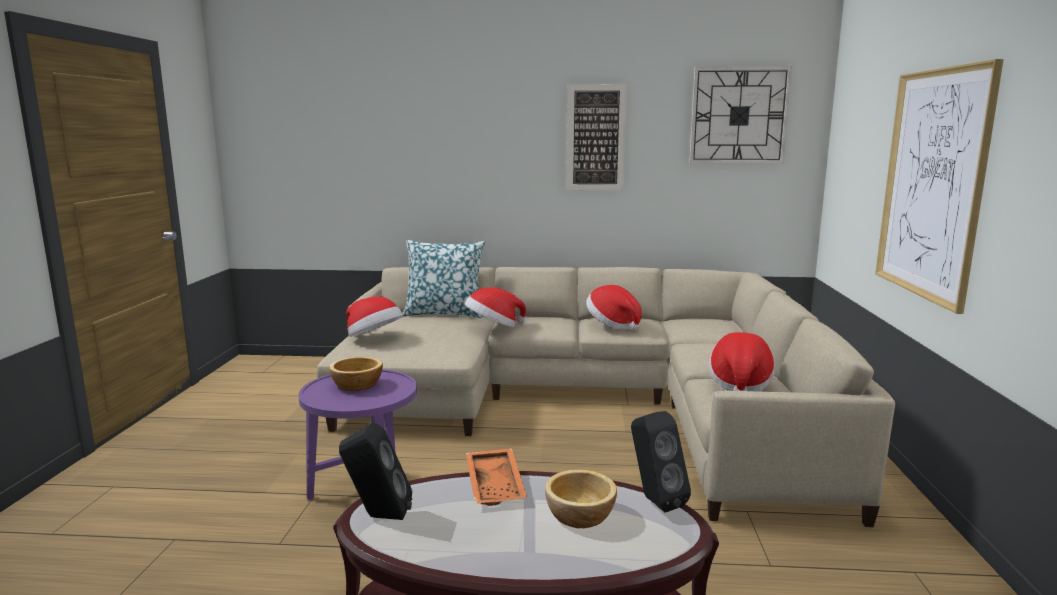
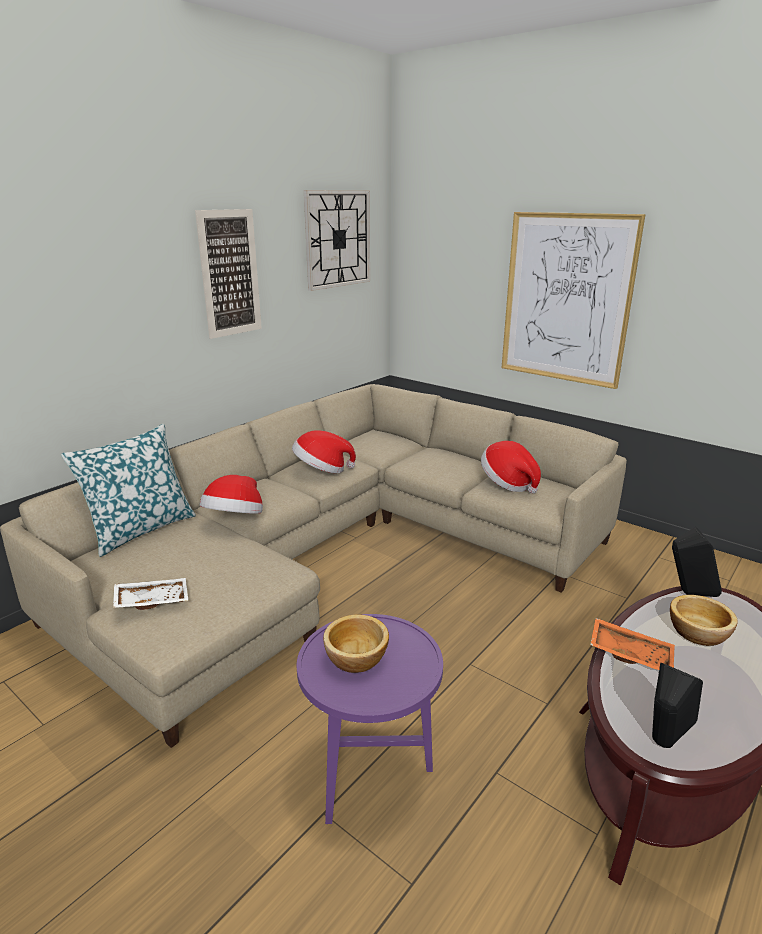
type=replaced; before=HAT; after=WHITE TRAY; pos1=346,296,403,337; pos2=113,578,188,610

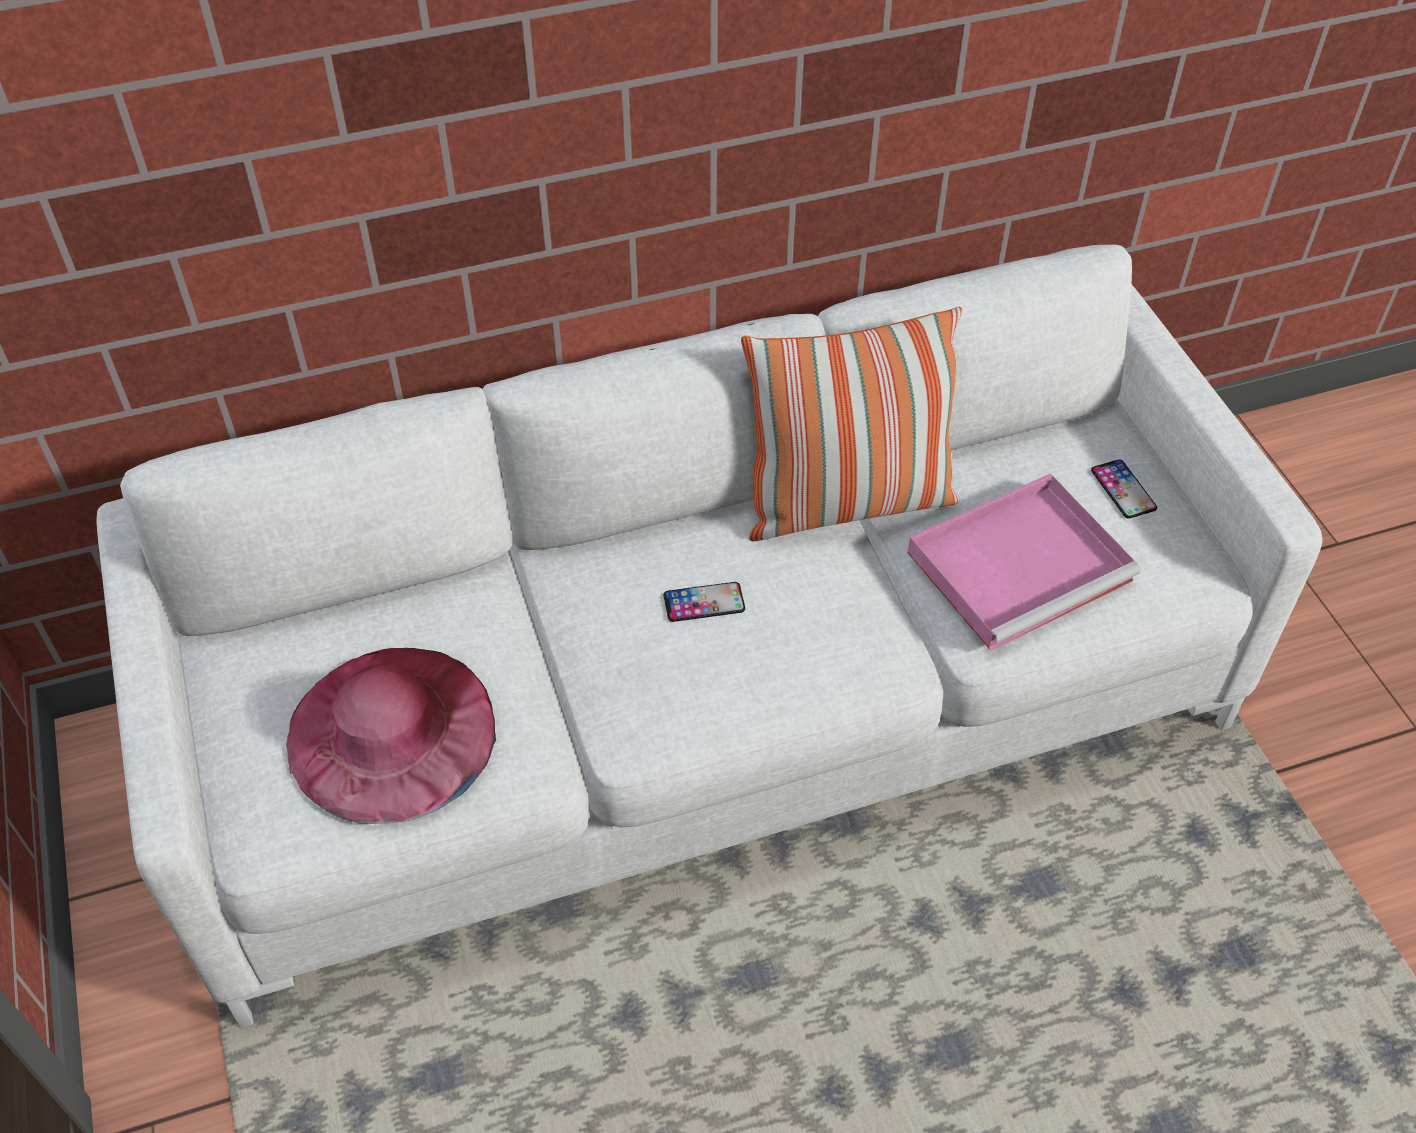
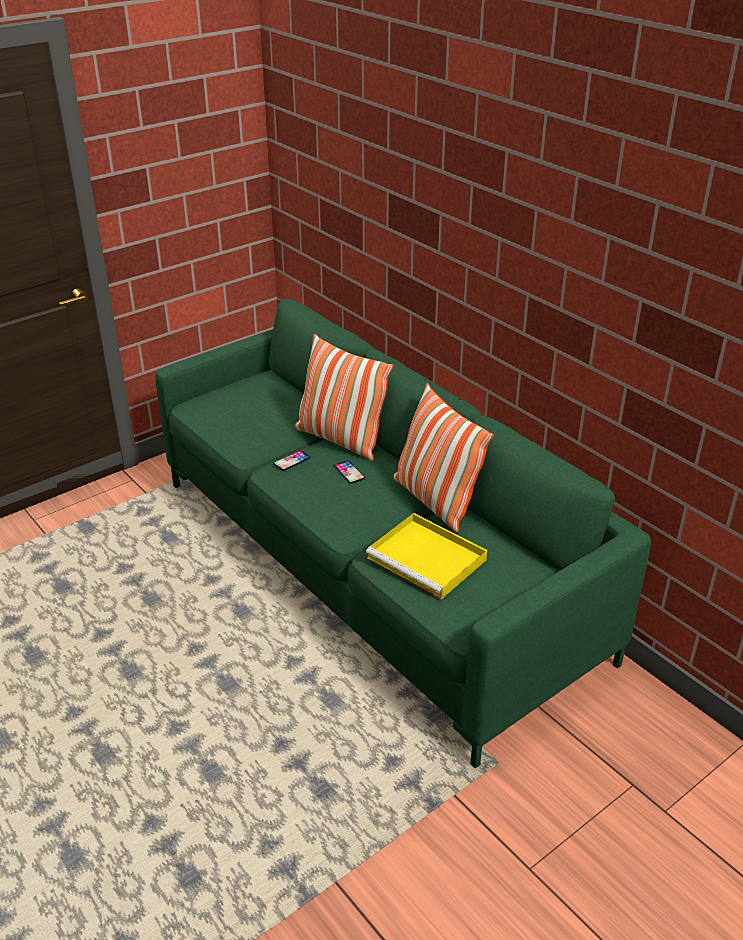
type=recoloured; before=WHITE SOFA; after=GREEN SOFA; pos1=96,245,1323,1028; pos2=155,299,651,768
type=removed; before=PINK HAT; pos1=286,648,496,824
type=recoloured; before=PINK TRAY; after=YELLOW TRAY; pos1=907,473,1140,651; pos2=366,513,487,599
type=moved; before=PHONE; pos1=1091,459,1157,519; pos2=273,450,311,471
type=added; after=PILLOW; pos2=294,334,394,461

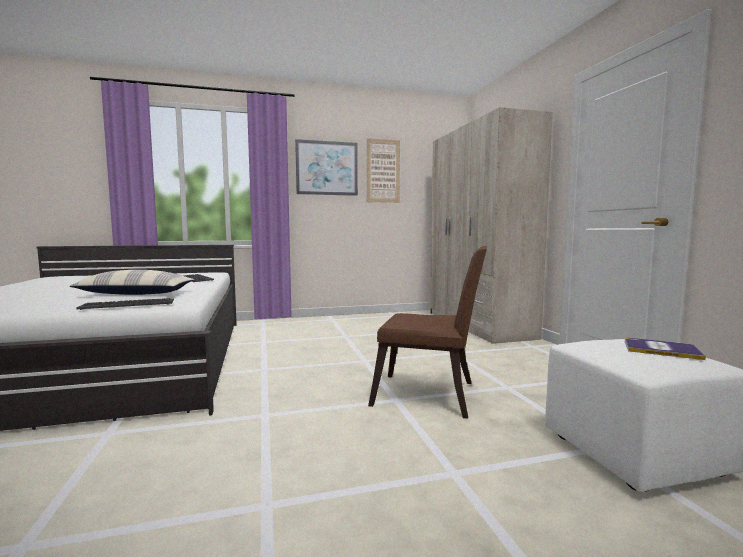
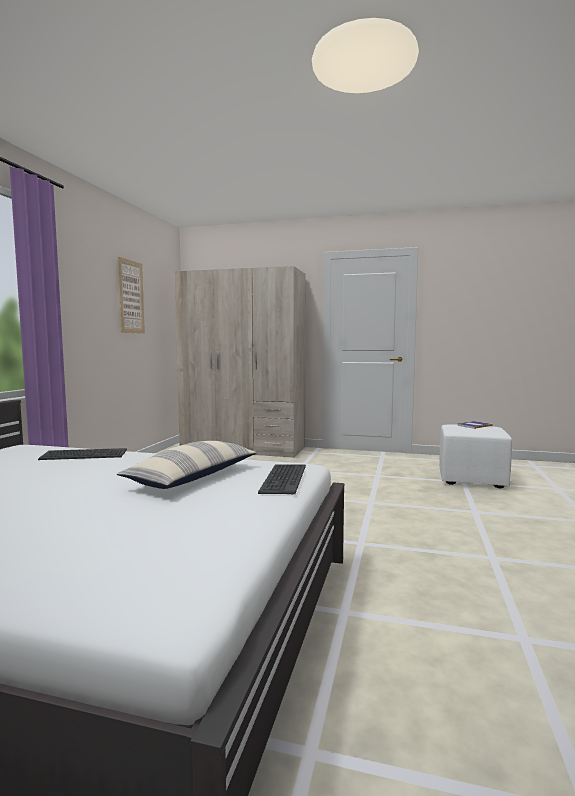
type=removed; before=PICTURE; pos1=295,139,358,196
type=removed; before=BROWN CHAIR; pos1=368,246,487,419

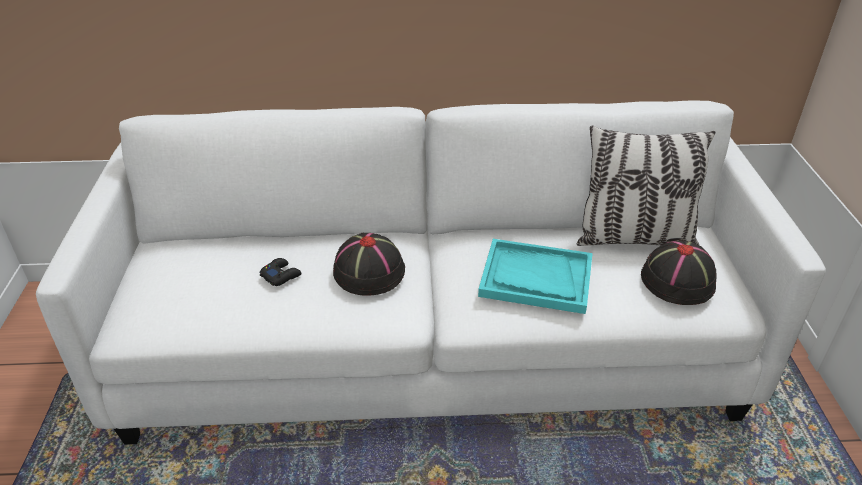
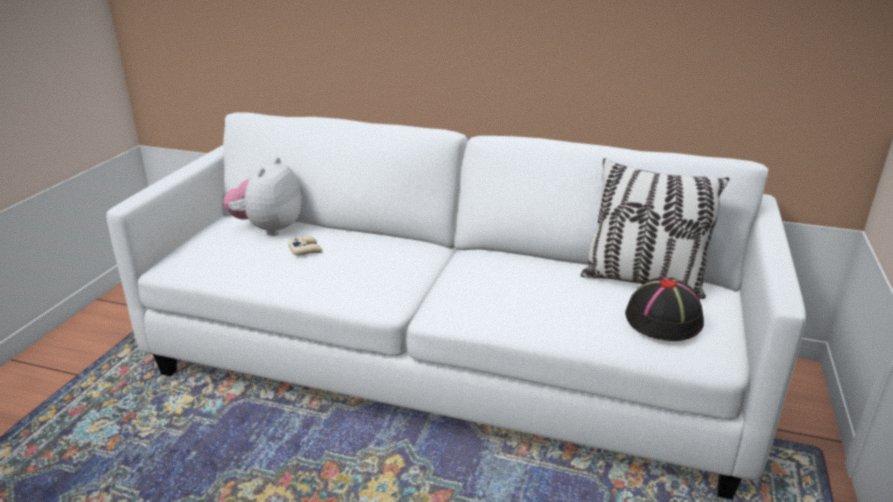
type=recoloured; before=BLACK GAME CONTROLLER; after=BEIGE GAME CONTROLLER; pos1=259,258,302,286; pos2=288,236,323,256
type=removed; before=BLACK HAT; pos1=333,233,405,296
type=removed; before=TURQUOISE TRAY; pos1=478,239,593,314
type=added; after=PLUSH TOY; pos2=223,157,302,236

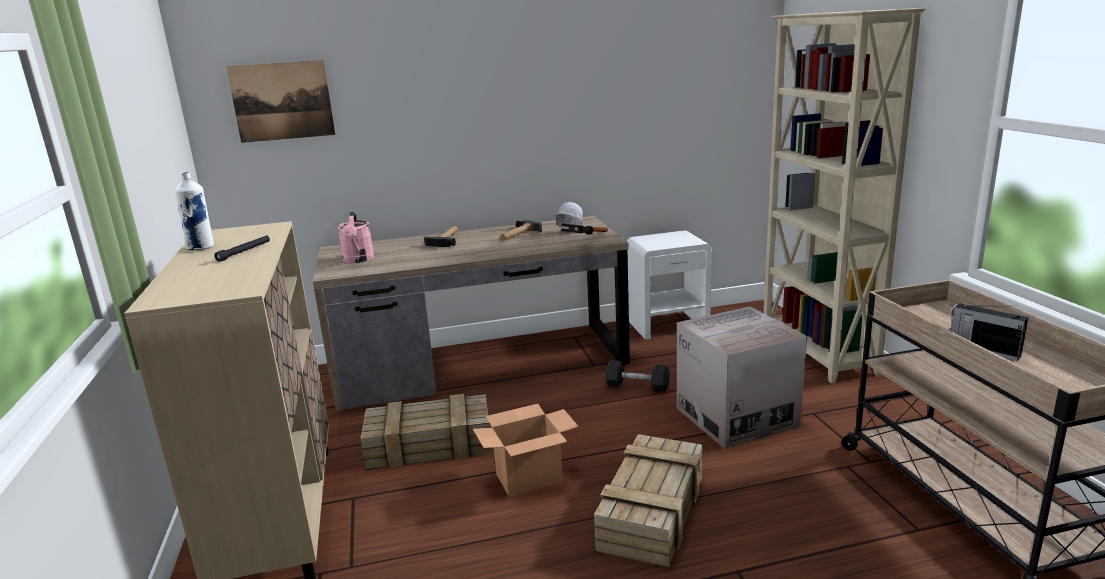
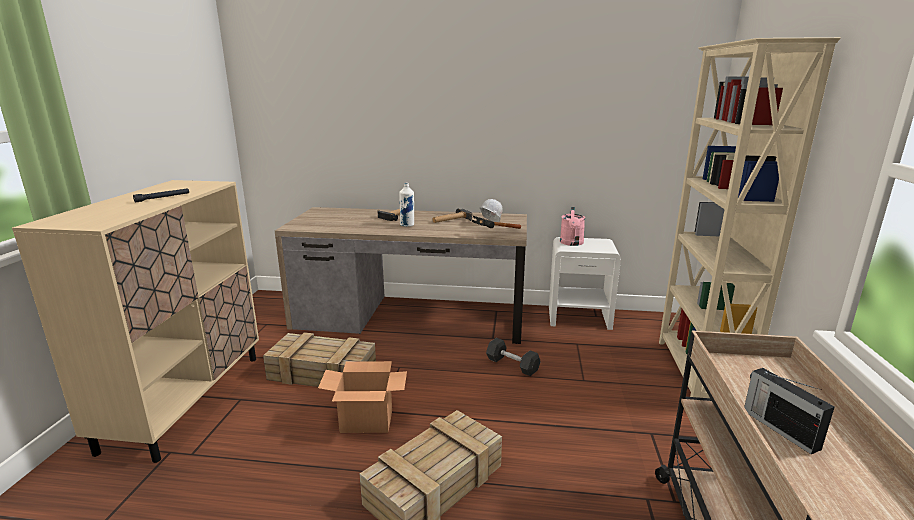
type=moved; before=WHITE BOTTLE; pos1=174,172,214,250; pos2=399,183,414,227
type=removed; before=PICTURE; pos1=226,60,335,143
type=moved; before=PINK WATERING CAN; pos1=337,212,375,263; pos2=560,207,585,246
type=removed; before=CARDBOARD BOX; pos1=677,307,807,449

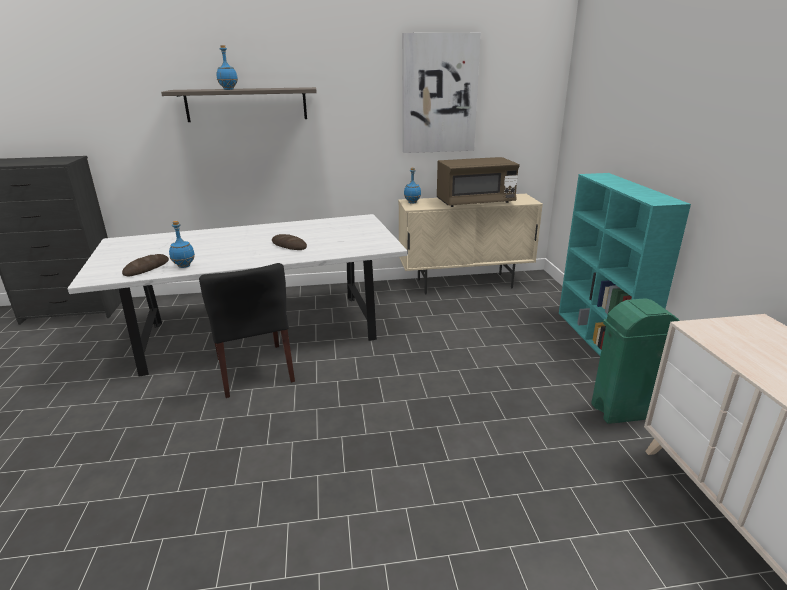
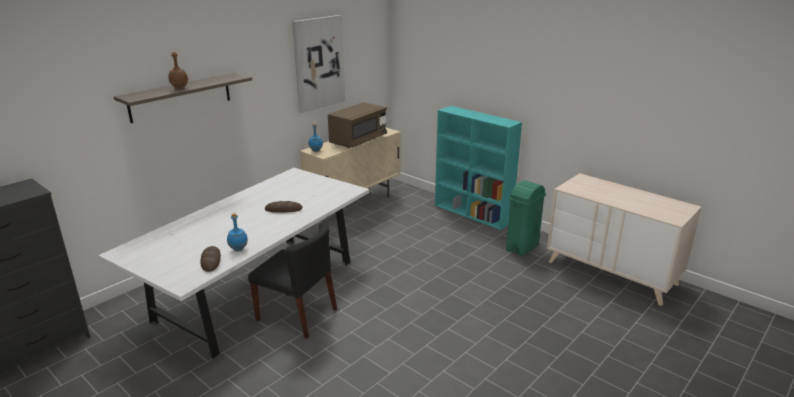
type=recoloured; before=BLUE BOTTLE; after=BROWN BOTTLE; pos1=216,45,238,90; pos2=168,52,188,90

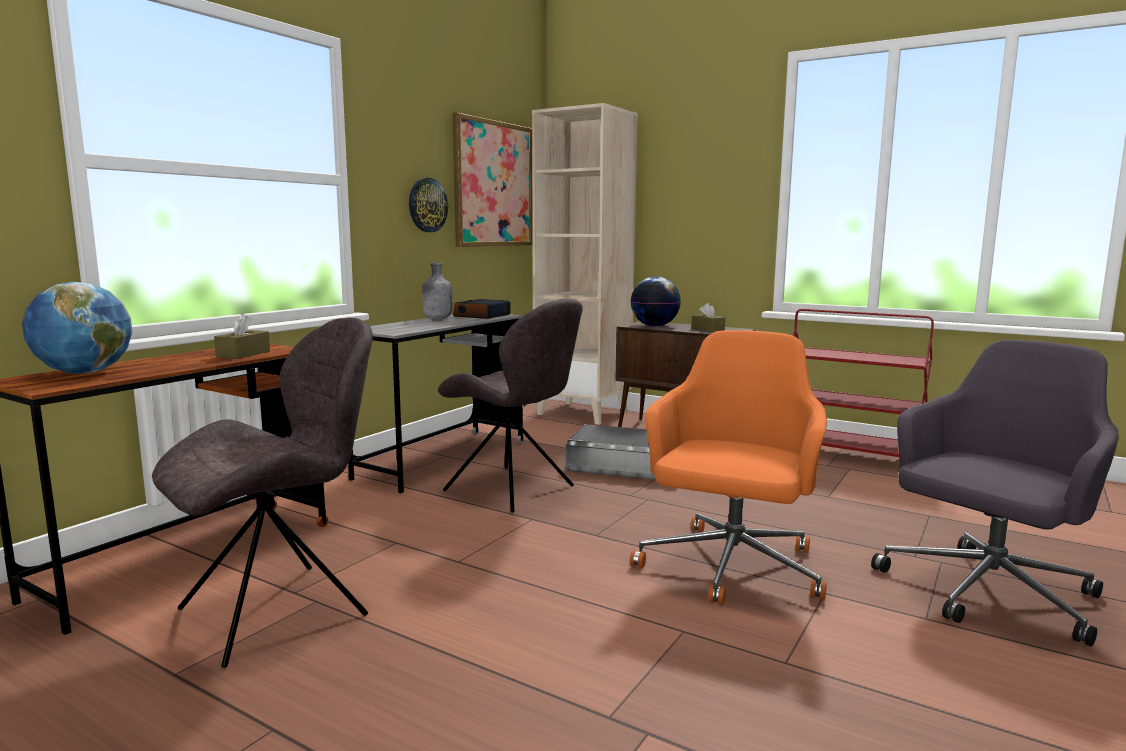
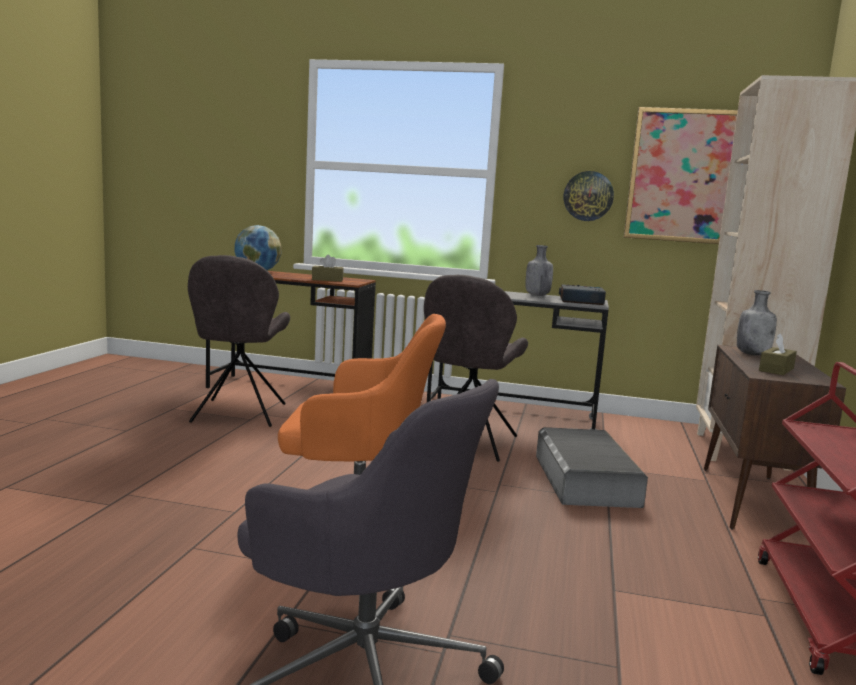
type=turned; before=GREY CHAIR; pos1=152,318,373,668; pos2=188,255,290,427; turn=60
type=replaced; before=GLOBE; after=GREY BOTTLE; pos1=631,277,681,327; pos2=737,290,777,355

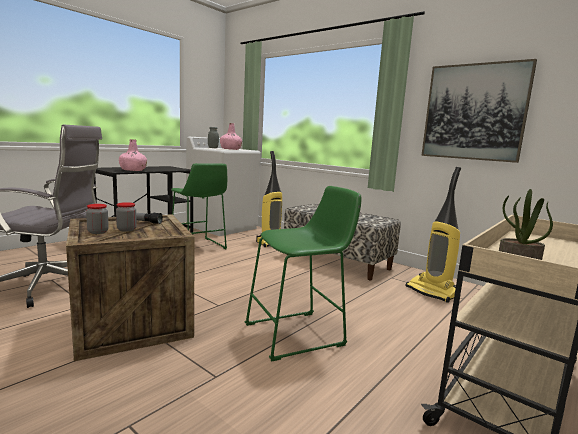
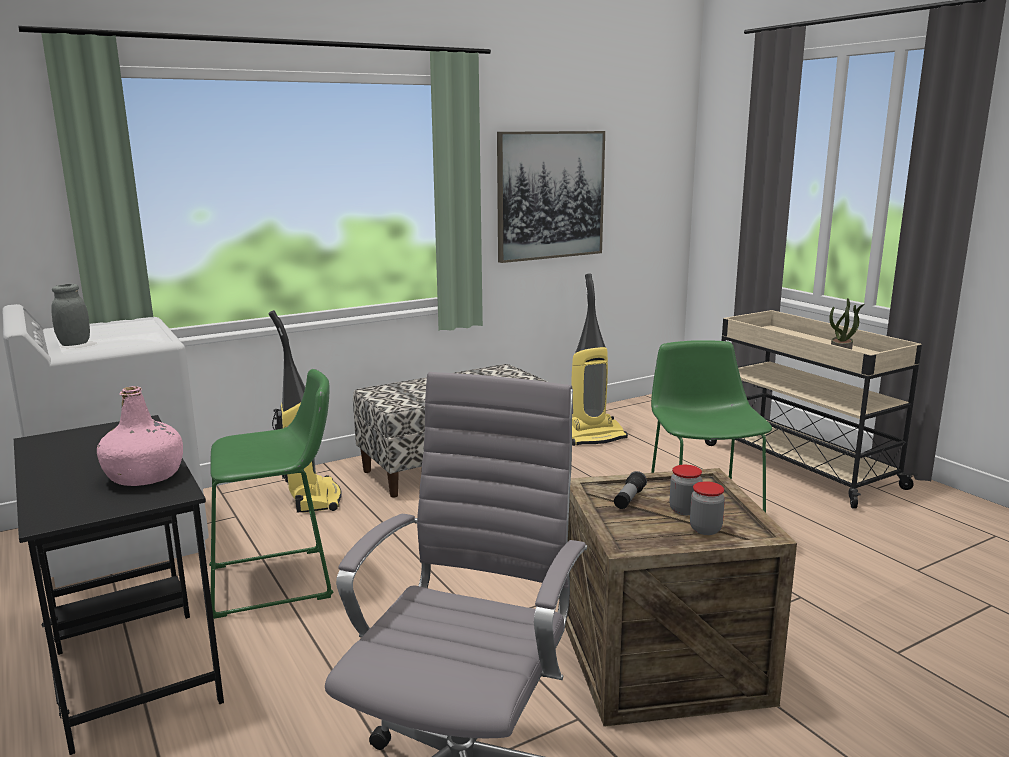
type=removed; before=PINK BOTTLE; pos1=220,123,242,150

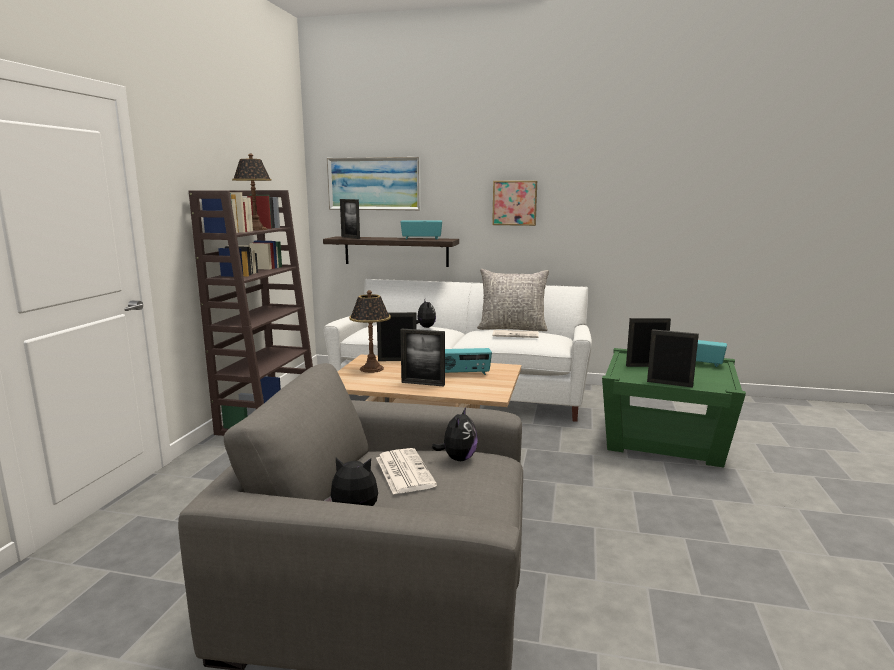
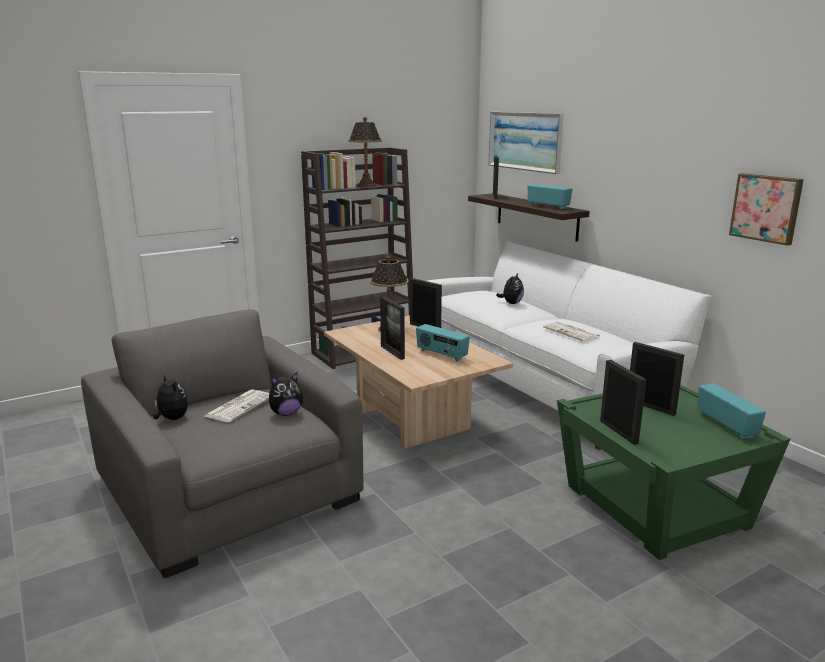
type=removed; before=GREY PILLOW; pos1=477,269,549,331
type=moved; before=PICTURE; pos1=492,181,537,226; pos2=729,173,804,245

